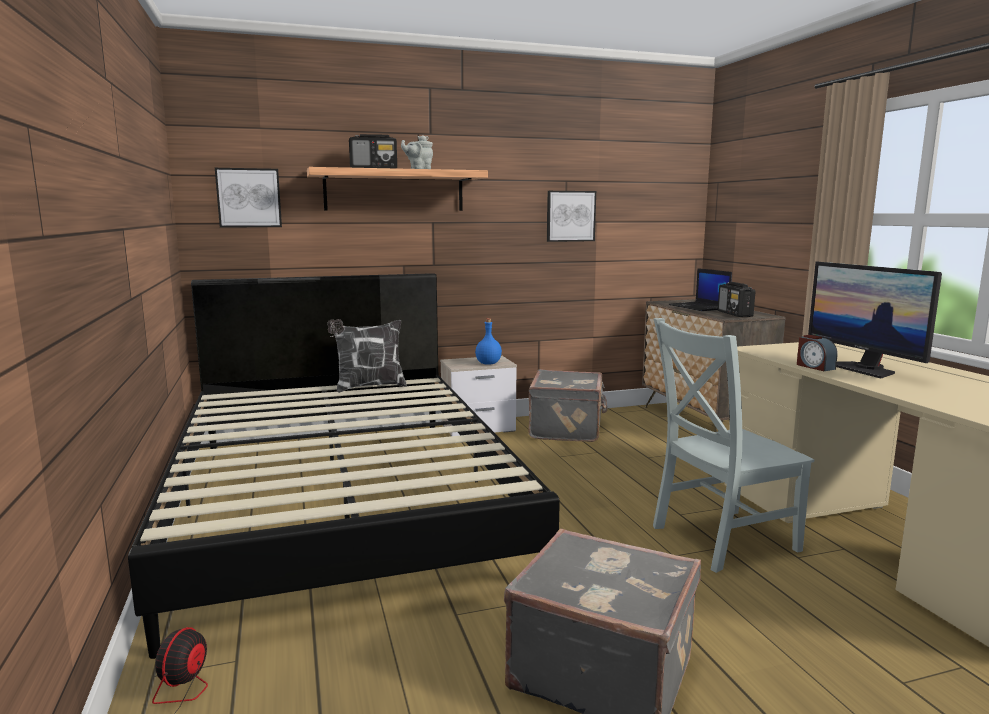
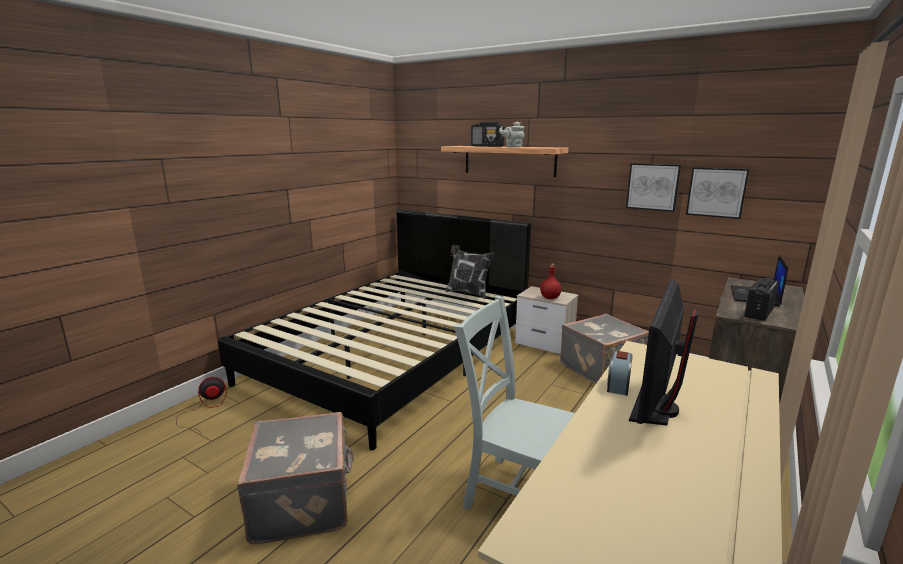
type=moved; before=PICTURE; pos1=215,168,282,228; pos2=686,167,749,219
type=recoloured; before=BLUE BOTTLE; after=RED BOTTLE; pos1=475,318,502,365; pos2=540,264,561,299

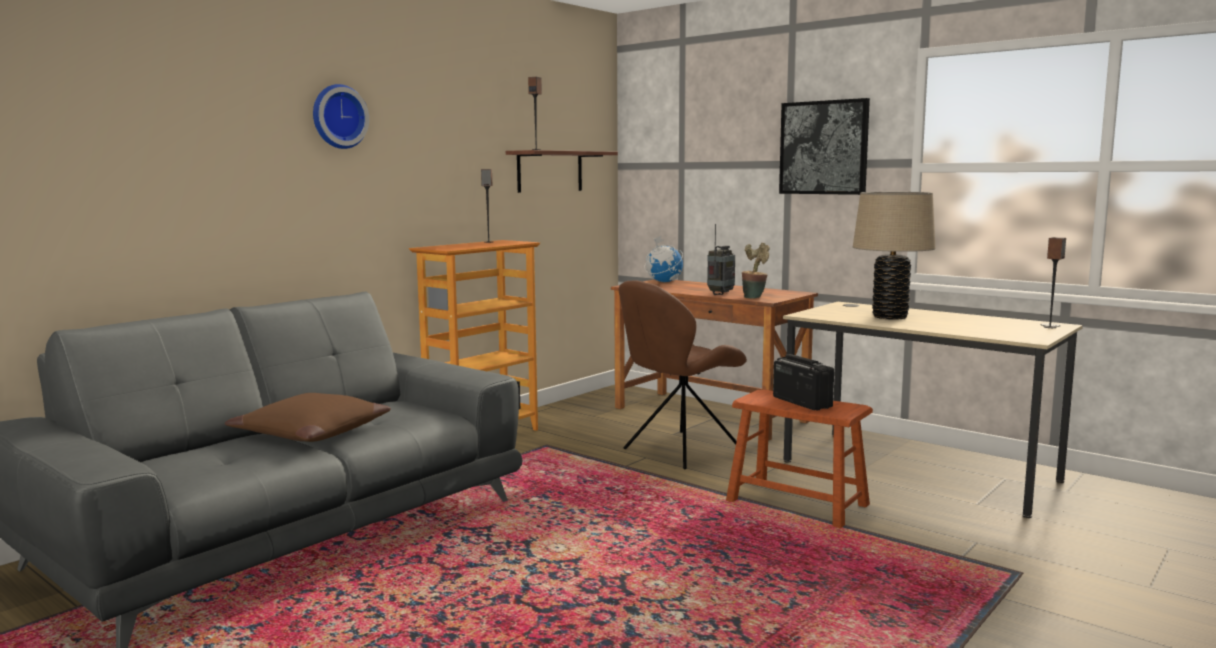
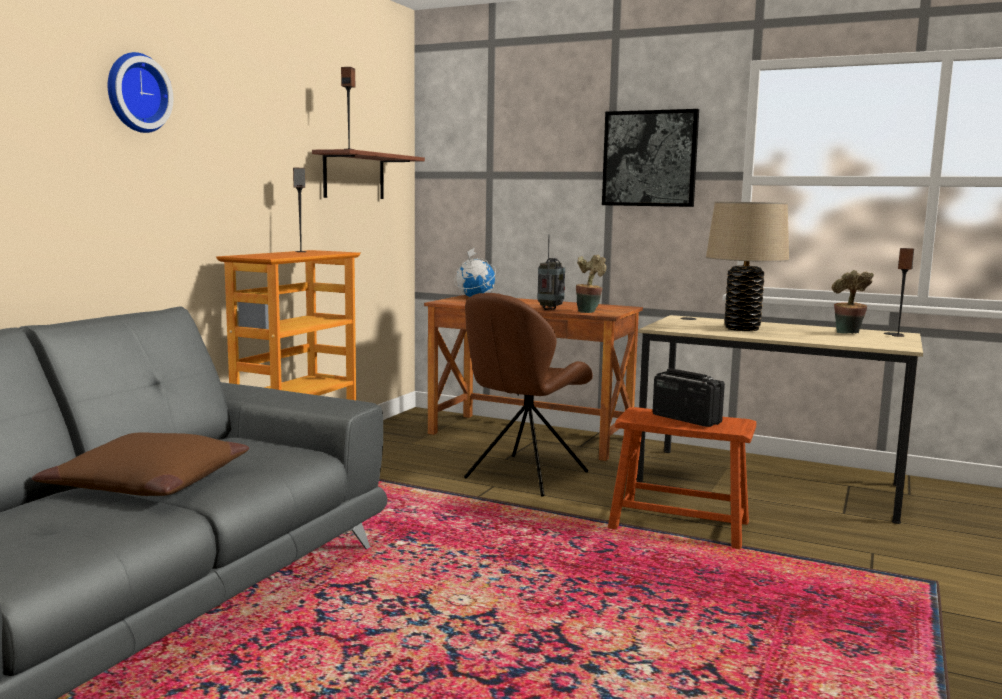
type=added; after=POTTED PLANT; pos2=832,270,874,334

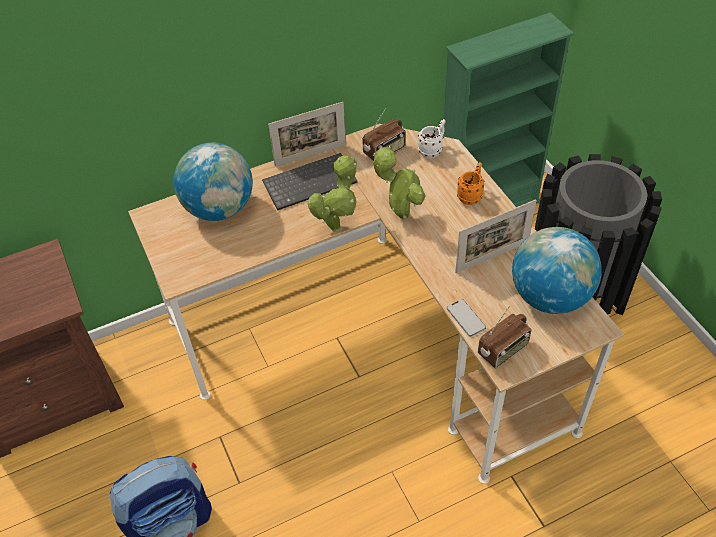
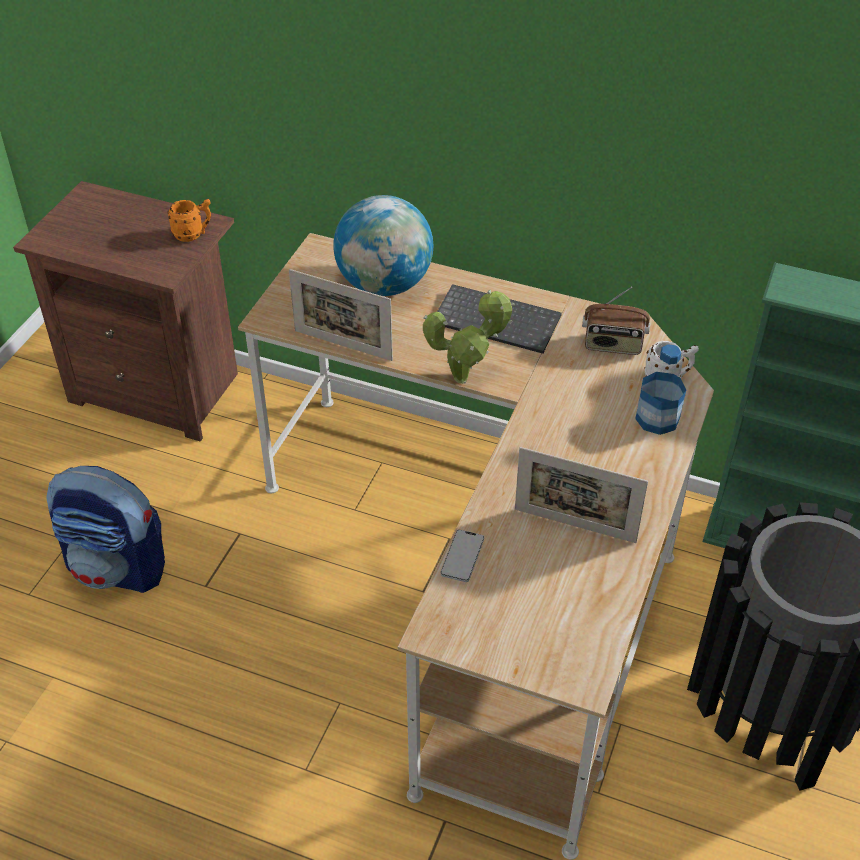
type=moved; before=PICTURE FRAME; pos1=268,102,346,167; pos2=289,269,393,361
type=removed; before=POTTED PLANT; pos1=373,146,425,219
type=moved; before=ORANGE MUG; pos1=457,162,485,205; pos2=168,199,211,242
type=removed; before=RADIO; pos1=478,306,532,369
type=removed; before=GLOBE; pos1=512,227,602,314
type=added; after=BOTTLE; pos2=635,344,686,435

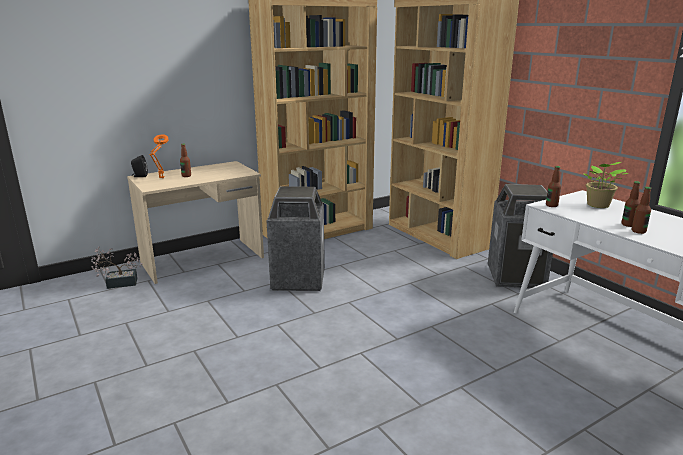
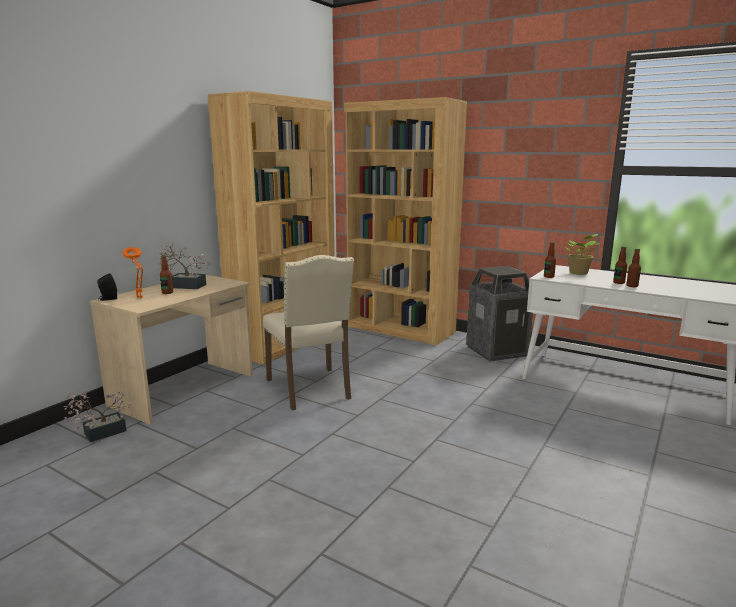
type=replaced; before=TRASH CAN; after=BEIGE CHAIR; pos1=267,186,325,291; pos2=263,255,354,410
type=added; after=POTTED PLANT; pos2=155,243,211,289

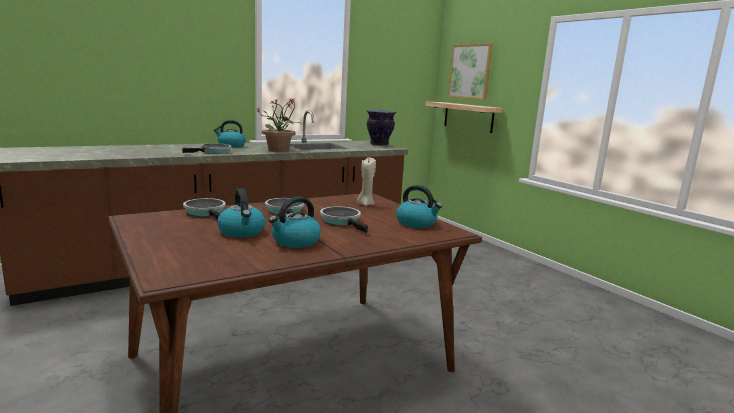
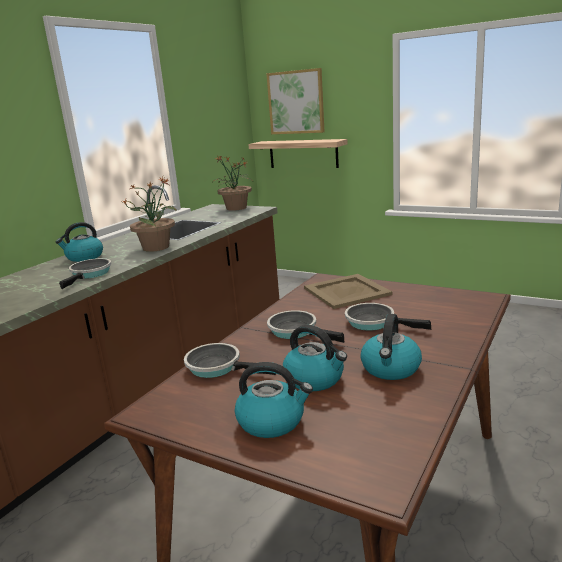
type=replaced; before=BEIGE CANDLE; after=BEIGE TRAY; pos1=357,158,376,206; pos2=304,274,392,309
type=replaced; before=VASE; after=POTTED PLANT; pos1=367,110,396,146; pos2=212,156,253,211
type=moved; before=KETTLE; pos1=396,185,442,228; pos2=235,362,313,438

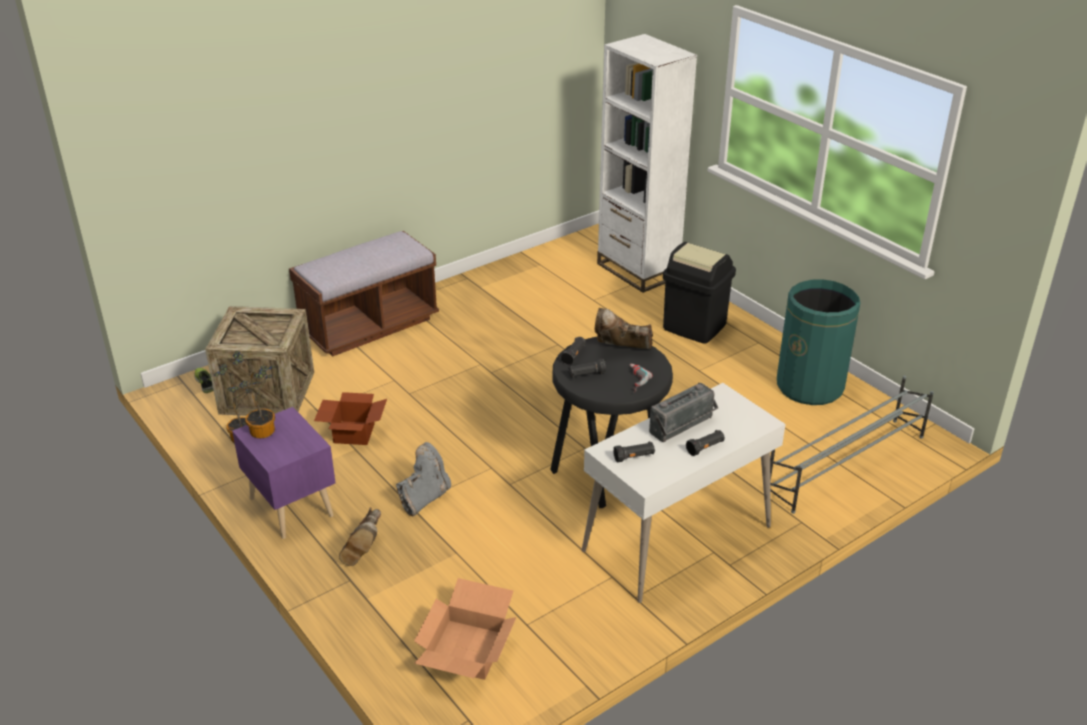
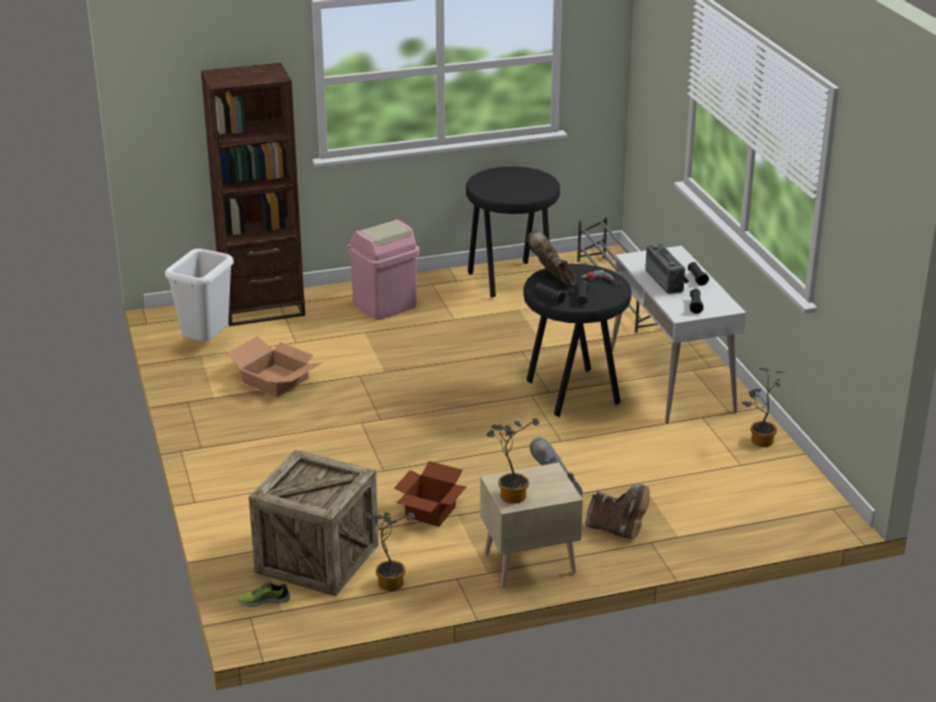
type=recoloured; before=PURPLE NIGHTSTAND; after=BEIGE NIGHTSTAND; pos1=232,407,336,539; pos2=480,463,583,587
type=removed; before=BROWN BENCH; pos1=289,231,439,356
type=moved; before=CARDBOARD BOX; pos1=414,578,517,680; pos2=226,336,322,397
type=turned; before=BROWN BOOT; pos1=595,308,653,349; pos2=527,230,576,287; turn=120
type=recoloured; before=WHITE BOOKCASE; after=BROWN BOOKCASE; pos1=597,34,697,293; pos2=201,63,305,326
type=recoloured; before=BLACK TRASH CAN; after=PINK TRASH CAN; pos1=663,242,736,344; pos2=347,220,420,320
type=replaced; before=GREEN TRASH CAN; after=BLACK STOOL; pos1=777,279,860,405; pos2=466,166,560,298
type=added; after=WHITE TRASH CAN; pos2=165,249,234,341
type=added; after=POTTED PLANT; pos2=742,368,785,447

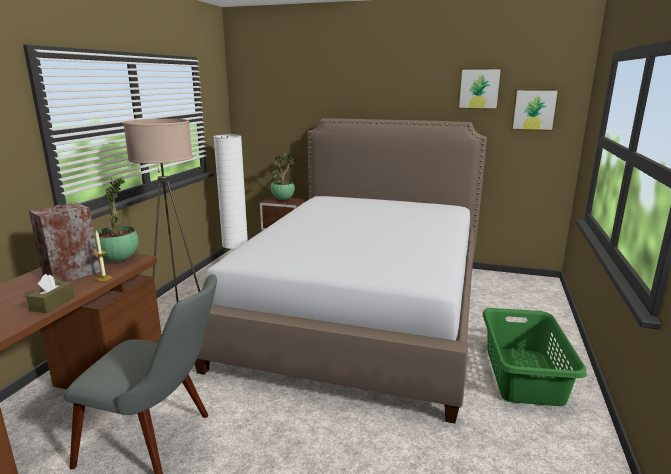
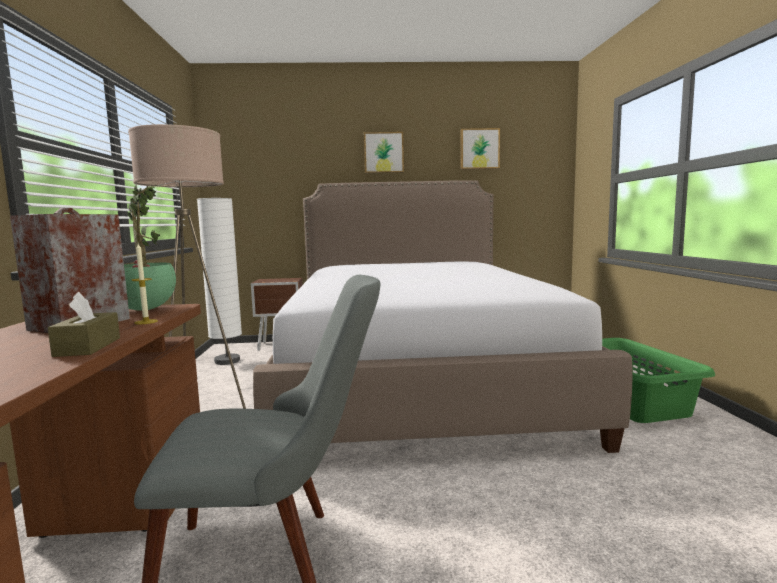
type=removed; before=POTTED PLANT; pos1=271,152,298,200
type=moved; before=PICTURE; pos1=511,89,560,131; pos2=364,132,404,173

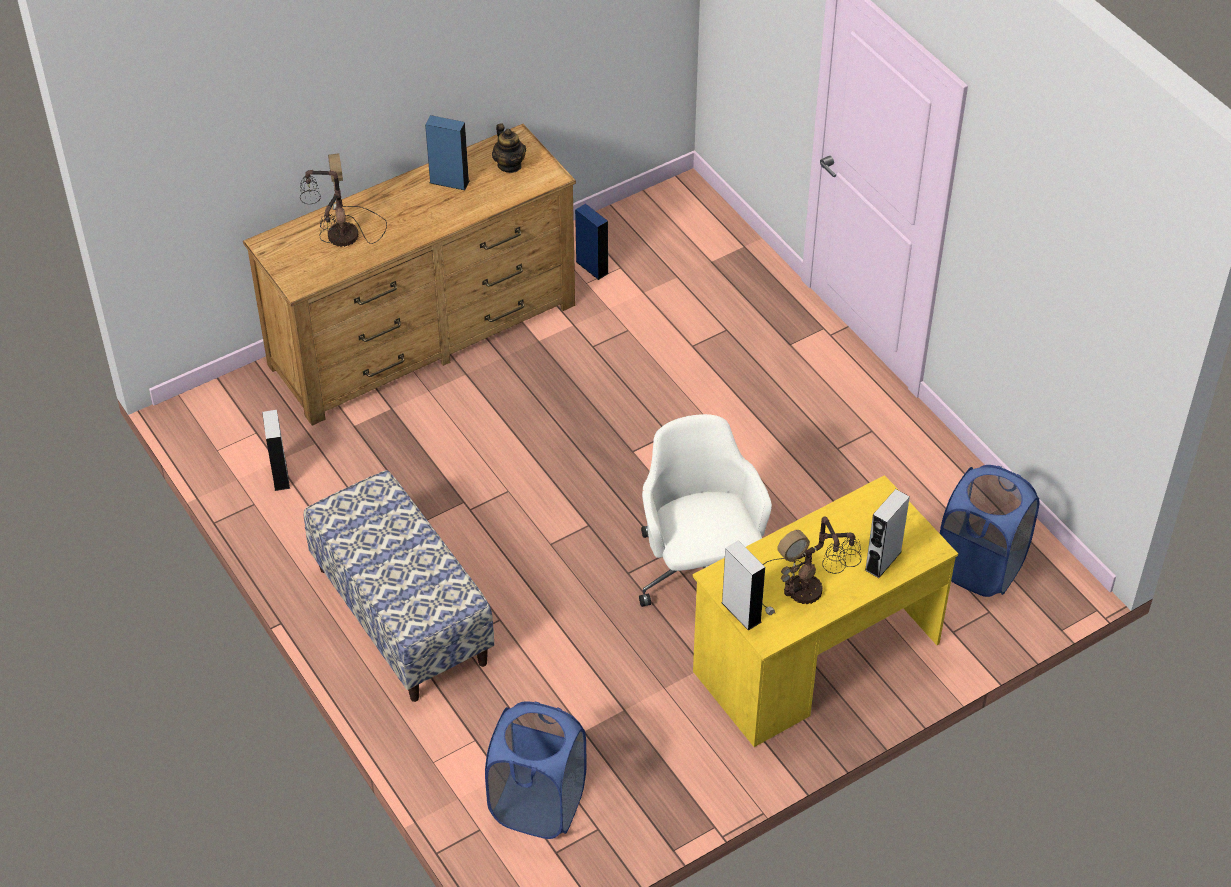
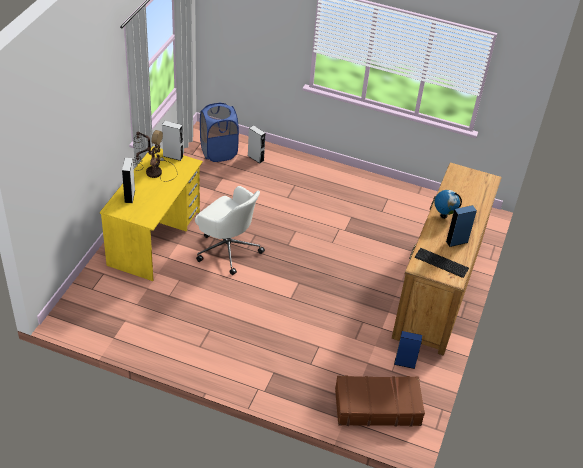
type=moved; before=GREY SPEAKER; pos1=262,410,290,491; pos2=248,125,266,164
type=removed; before=TABLE LAMP; pos1=300,153,387,247
type=removed; before=BENCH; pos1=304,470,494,702
type=replaced; before=TEAPOT; after=KEYBOARD; pos1=492,123,526,173; pos2=415,248,469,278
type=removed; before=BLUE LAUNDRY BASKET; pos1=940,465,1039,597
type=added; after=BROWN SUITCASE; pos2=335,375,425,426
type=added; after=GLOBE; pos2=434,190,462,219

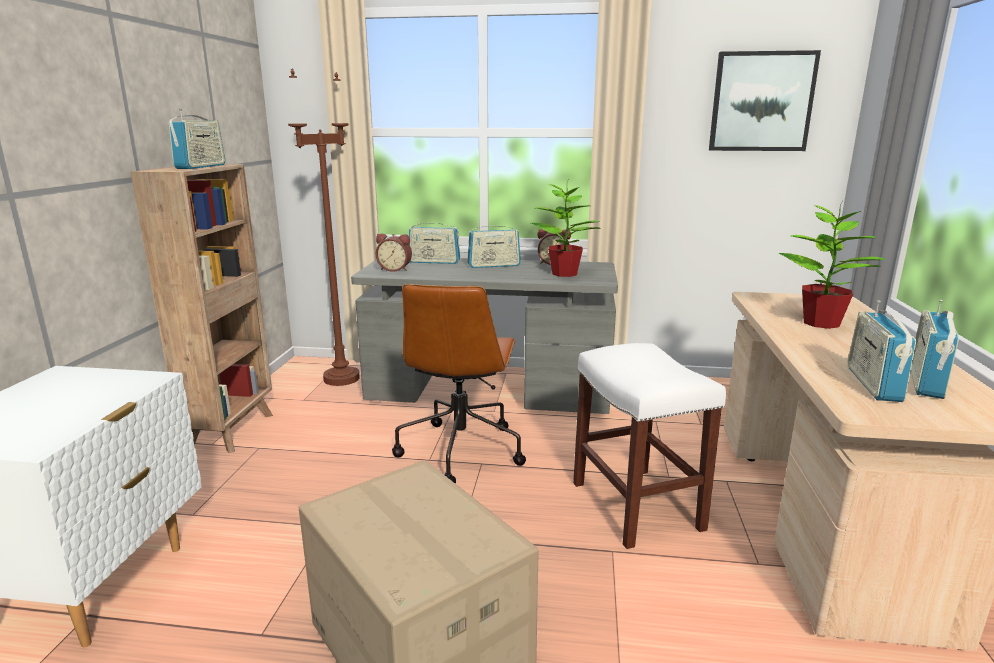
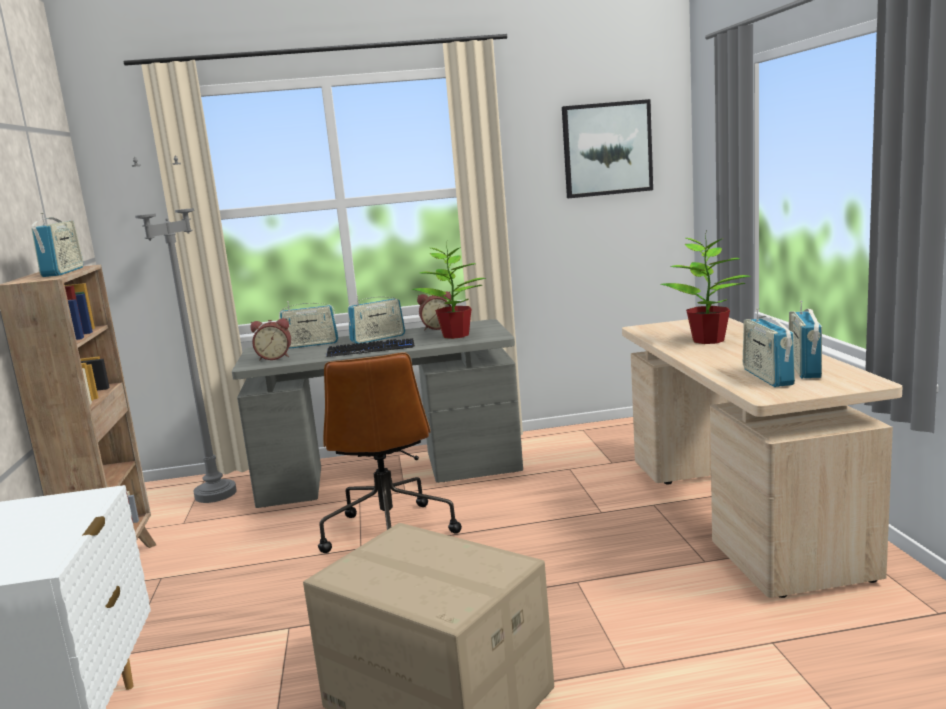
type=recoloured; before=BROWN FLOOR LAMP; after=GREY FLOOR LAMP; pos1=288,68,360,386; pos2=132,156,237,503
type=removed; before=WHITE STOOL; pos1=573,343,726,549
type=added; after=KEYBOARD; pos2=327,338,415,357

